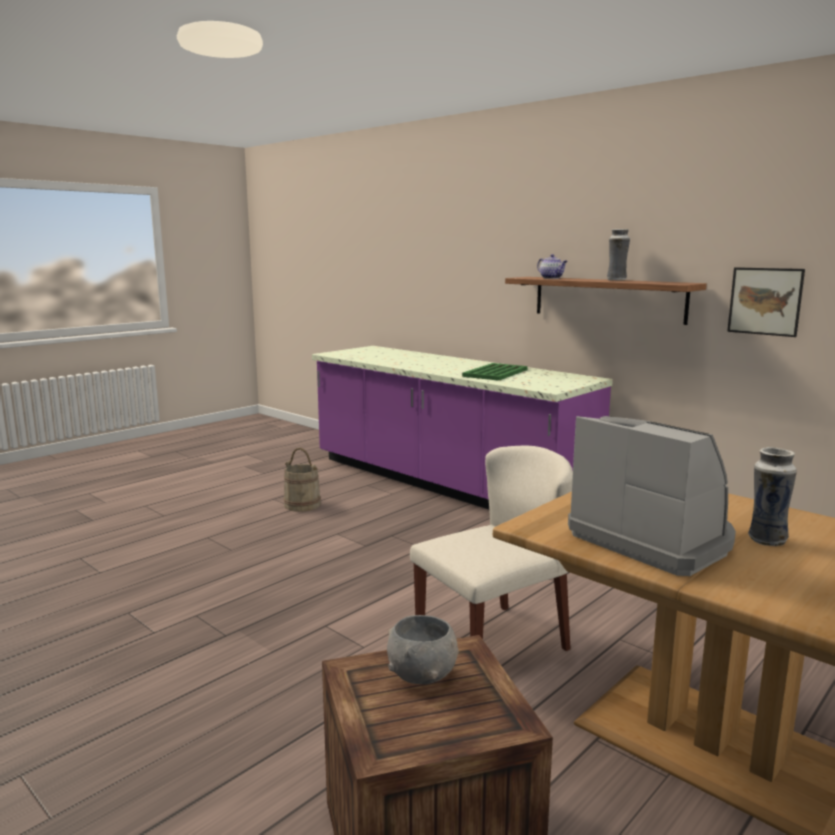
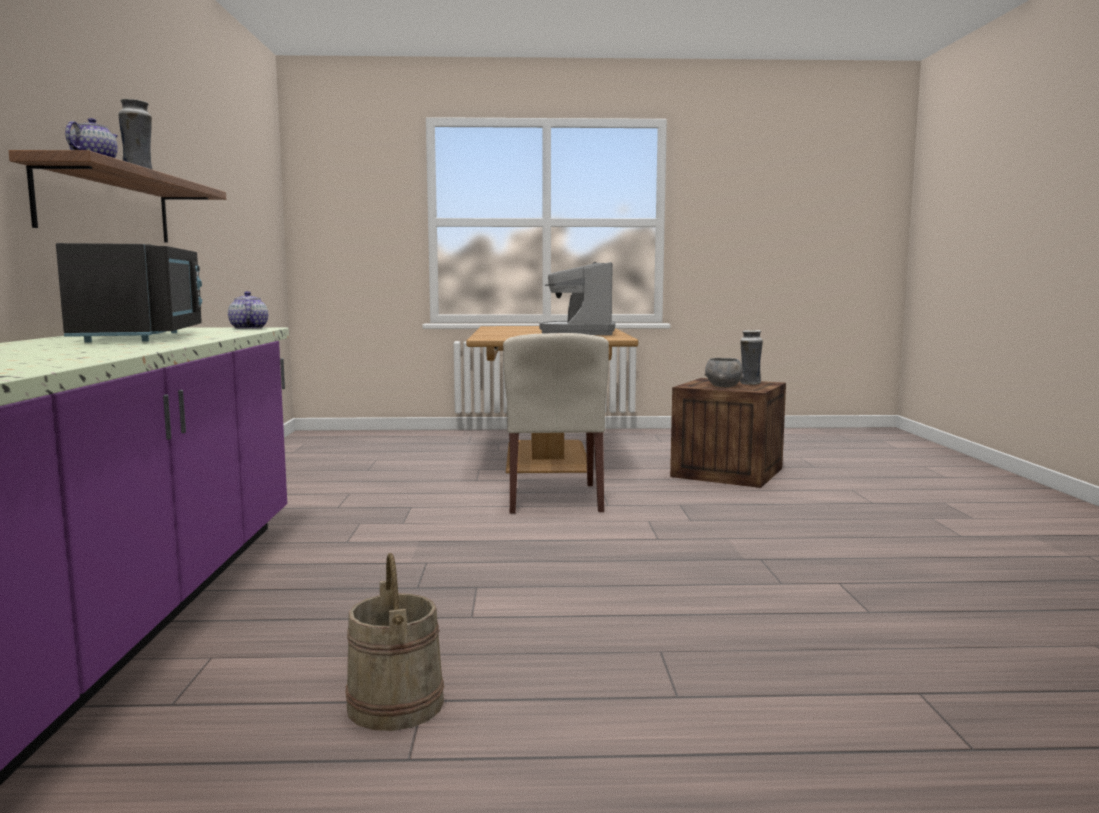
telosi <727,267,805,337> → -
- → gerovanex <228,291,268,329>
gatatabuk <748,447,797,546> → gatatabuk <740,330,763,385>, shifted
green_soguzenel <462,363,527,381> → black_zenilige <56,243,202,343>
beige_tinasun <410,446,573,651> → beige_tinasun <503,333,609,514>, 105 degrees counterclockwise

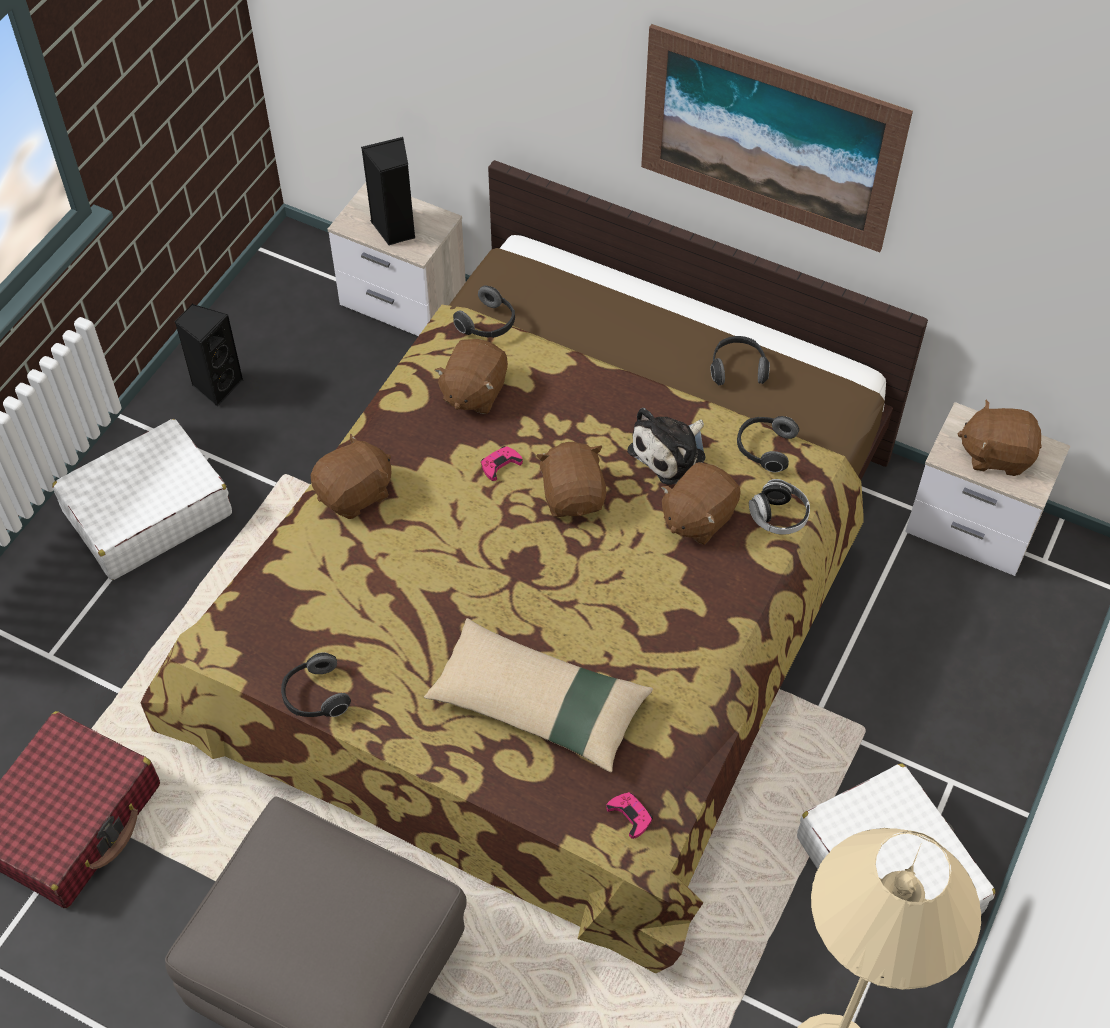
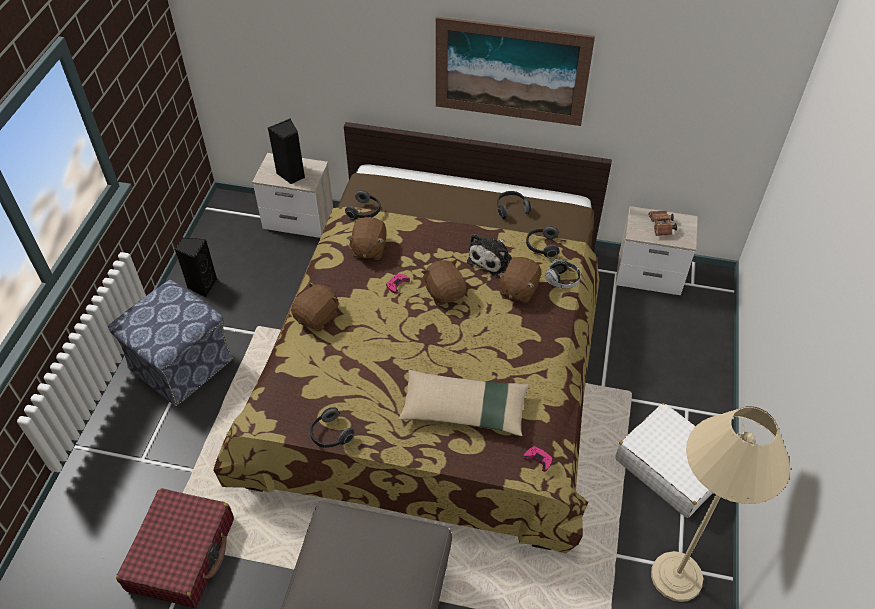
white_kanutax <52,419,232,580> → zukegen <108,280,234,407>
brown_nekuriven <957,400,1042,476> → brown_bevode <649,211,677,236>

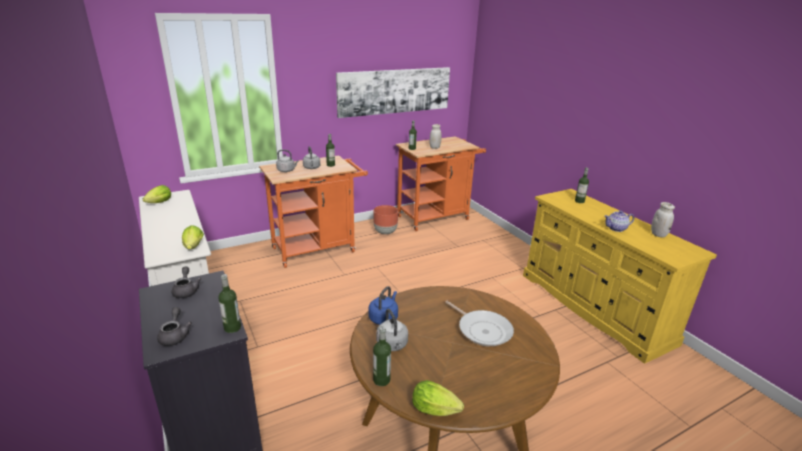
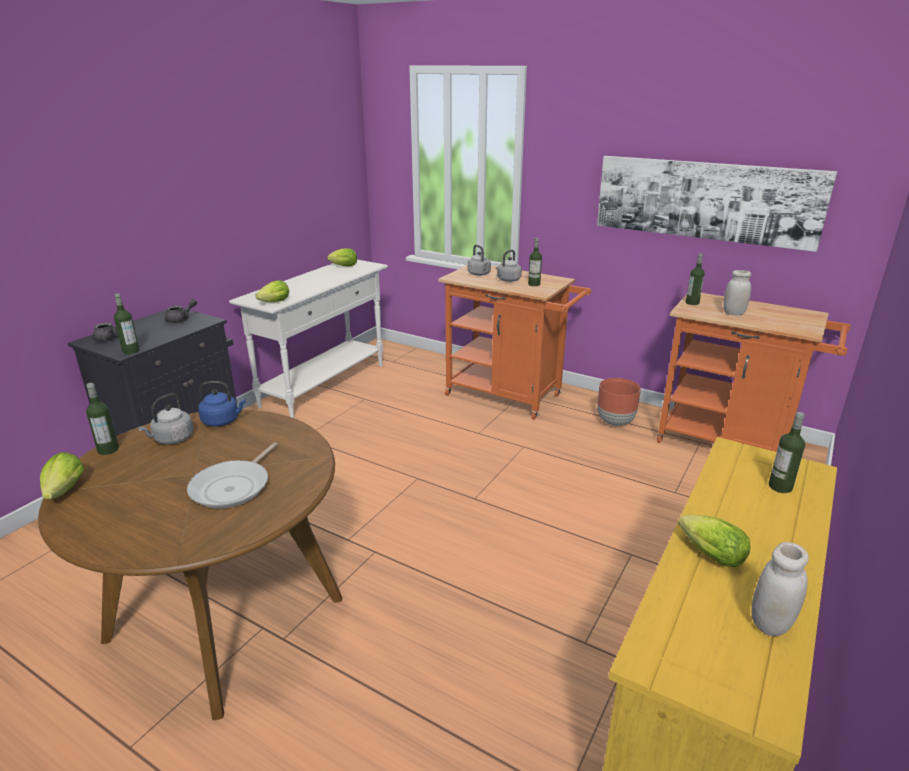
gerovanex <605,210,634,232> → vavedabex <678,515,751,567>

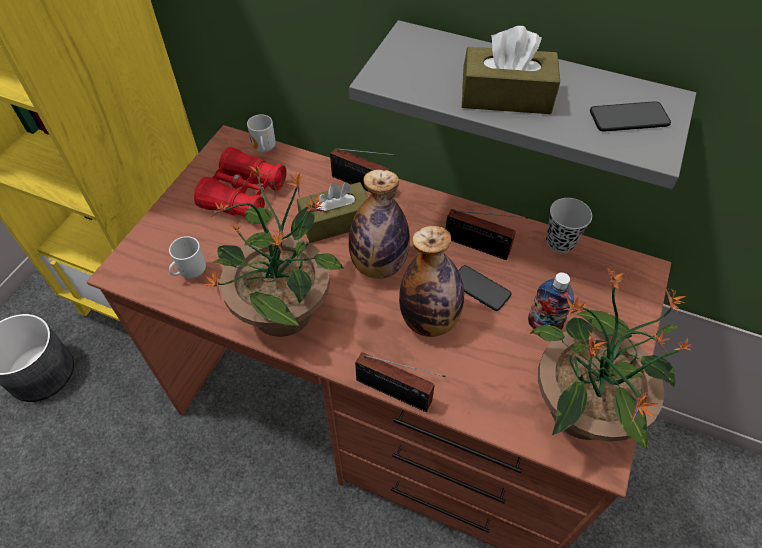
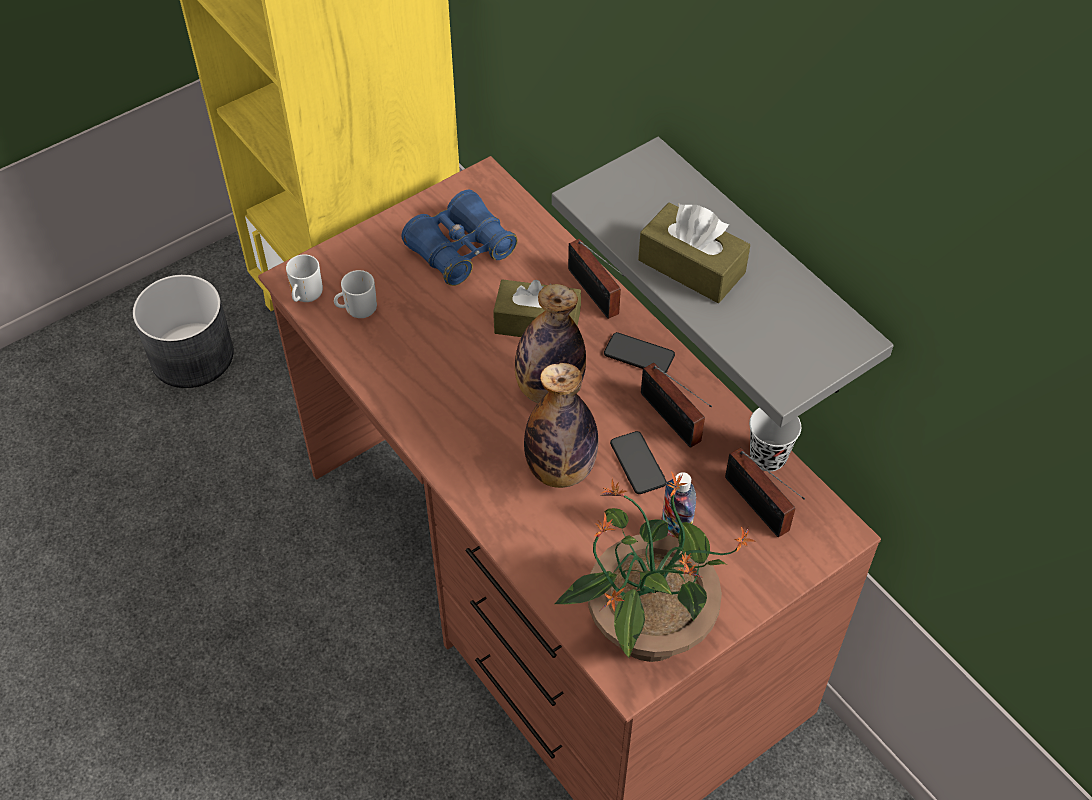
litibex <203,166,344,337> → -
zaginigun <247,114,276,153> → zaginigun <286,254,323,302>, shifted
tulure <355,352,445,412> → tulure <725,447,805,538>, shifted
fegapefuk <590,101,671,132> → fegapefuk <604,332,675,373>, shifted
red_bevode <194,147,287,217> → blue_bevode <402,190,518,286>

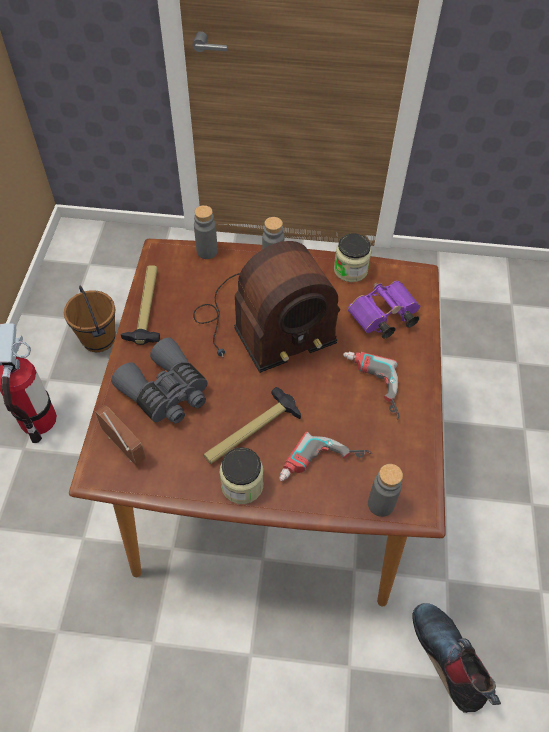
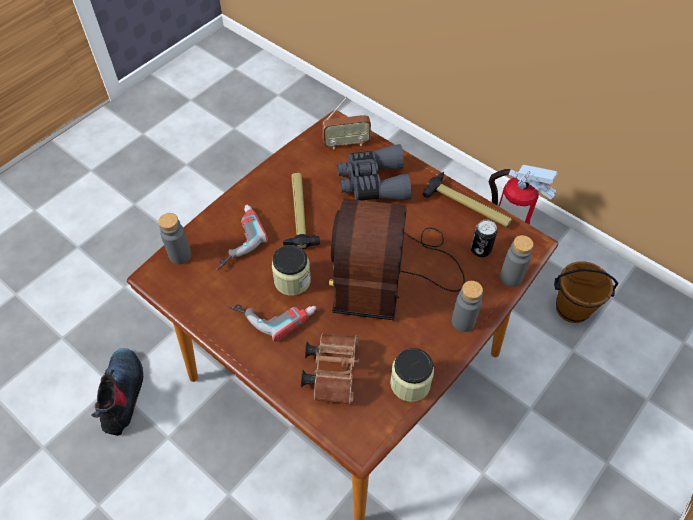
- → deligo <471,220,497,257>
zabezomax <220,447,264,504> → zabezomax <272,245,311,296>, shifted
purple_bevode <348,281,420,339> → brown_bevode <301,333,359,404>
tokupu <412,603,501,713> → tokupu <91,348,143,436>, 105 degrees counterclockwise

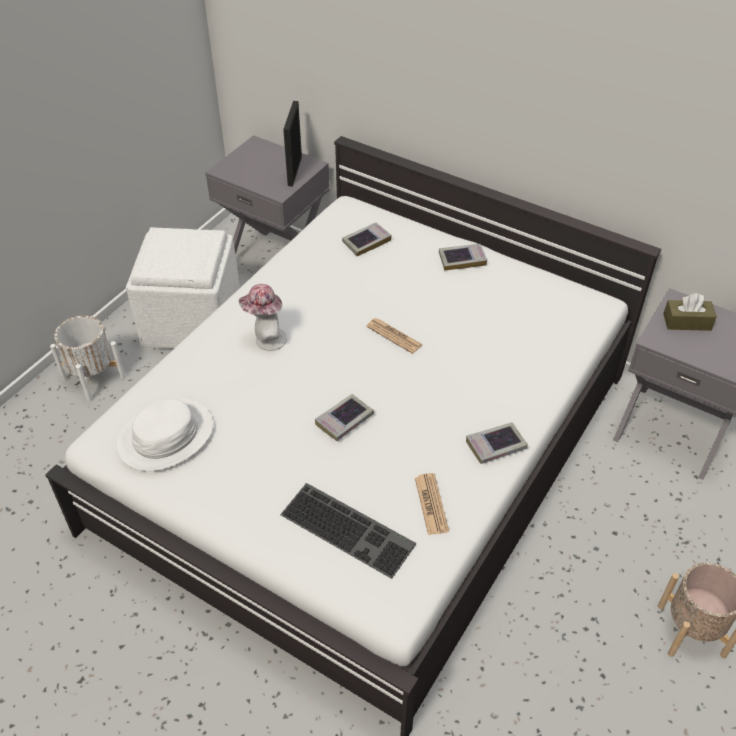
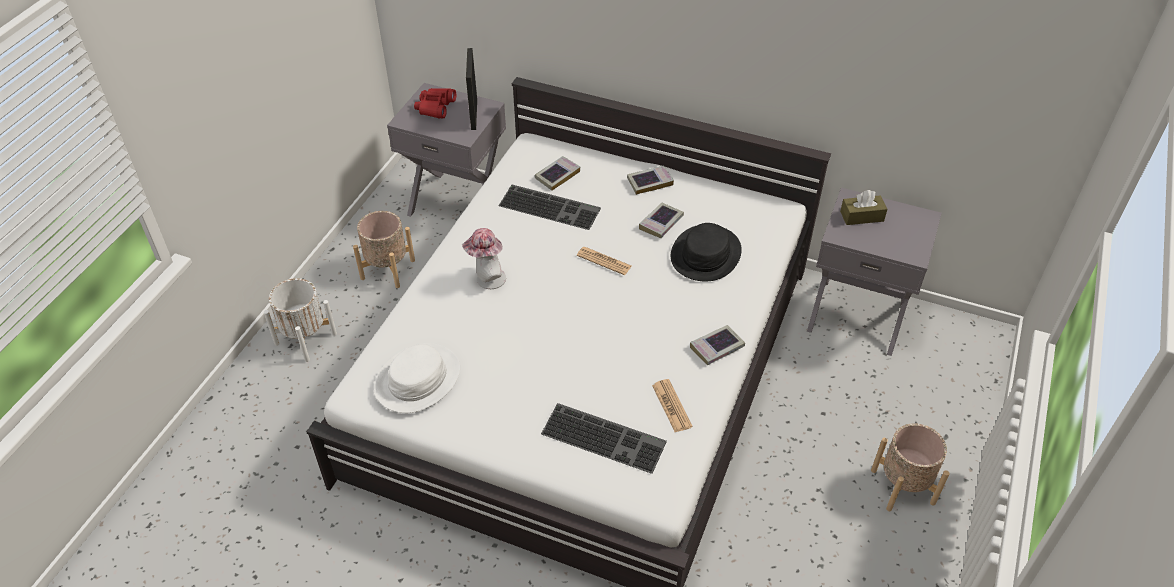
- → red_bevode <414,88,456,119>
- → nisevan <499,185,601,230>
- → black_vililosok <671,223,742,281>
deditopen <315,394,374,441> → deditopen <639,203,684,238>, shifted
white_zukegen <126,227,240,349> → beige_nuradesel <353,211,415,288>

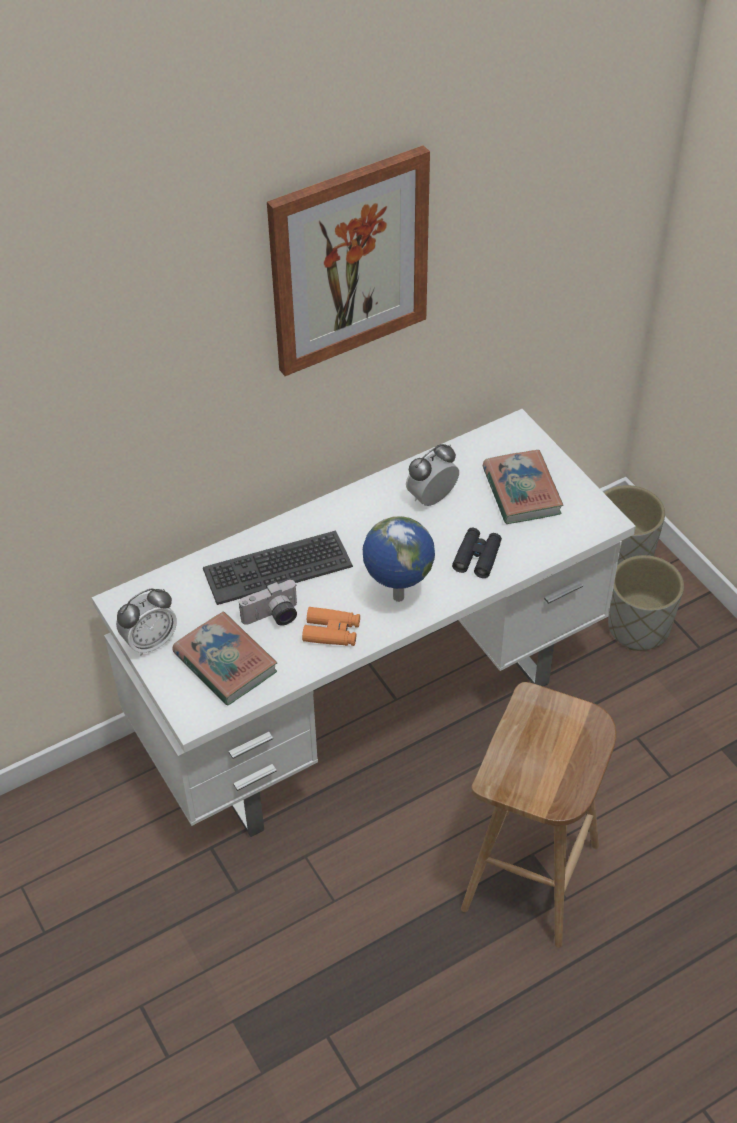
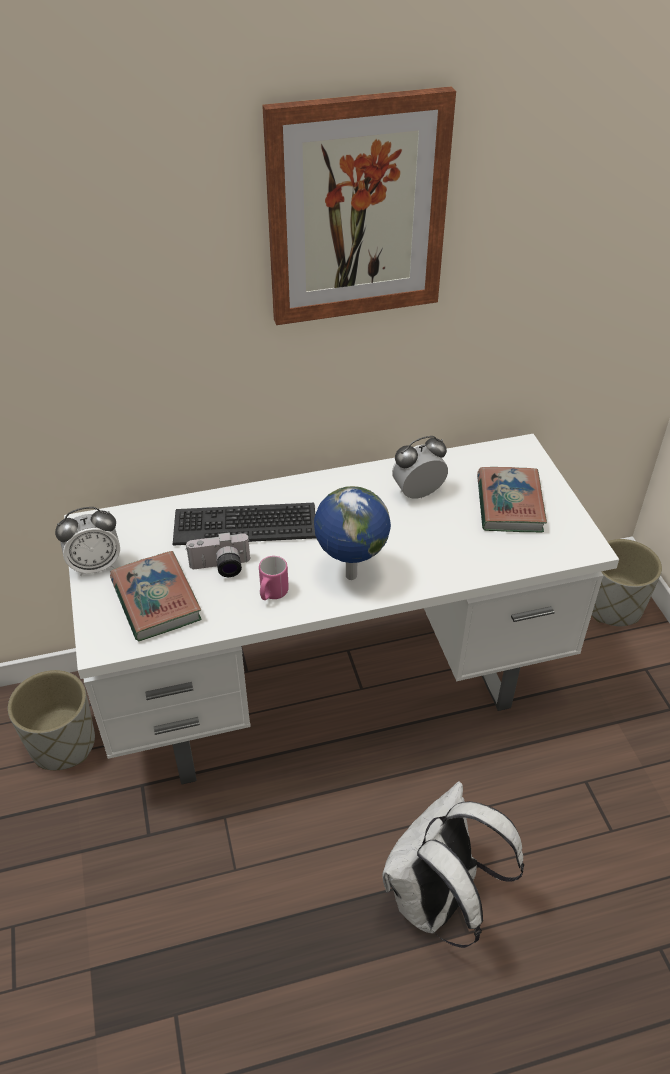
black_bevode <452,528,502,578> → -
grey_nuradesel <608,555,684,651> → grey_nuradesel <8,670,95,770>, shifted
orange_bevode <302,607,360,646> → pink_zaginigun <259,556,289,600>
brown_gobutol <461,682,616,948> → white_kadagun <382,781,524,948>

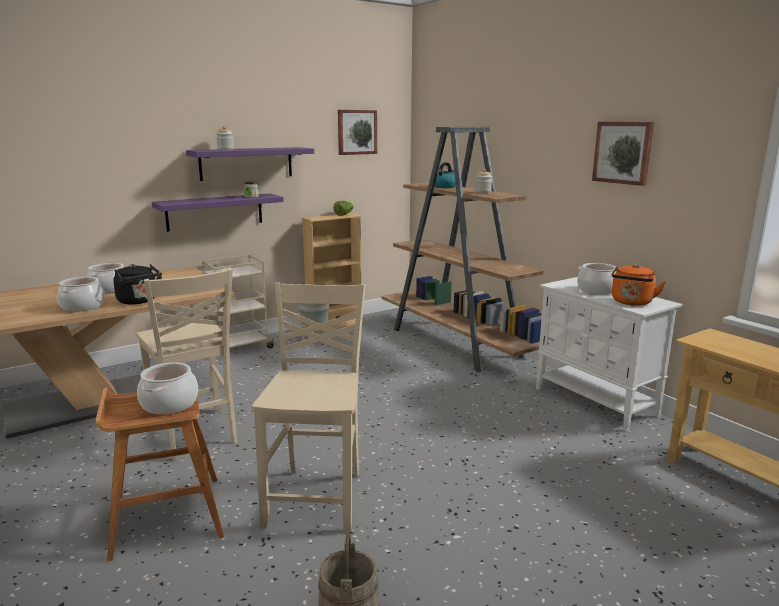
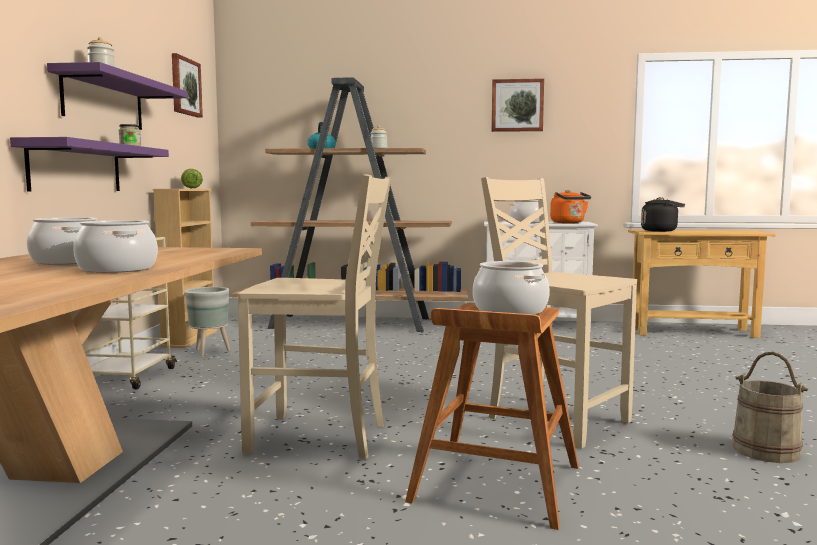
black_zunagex <113,264,162,305> → black_zunagex <641,197,685,232>, shifted

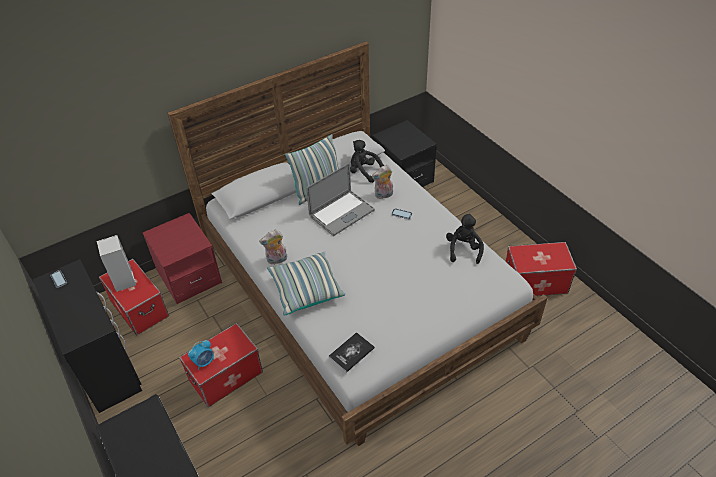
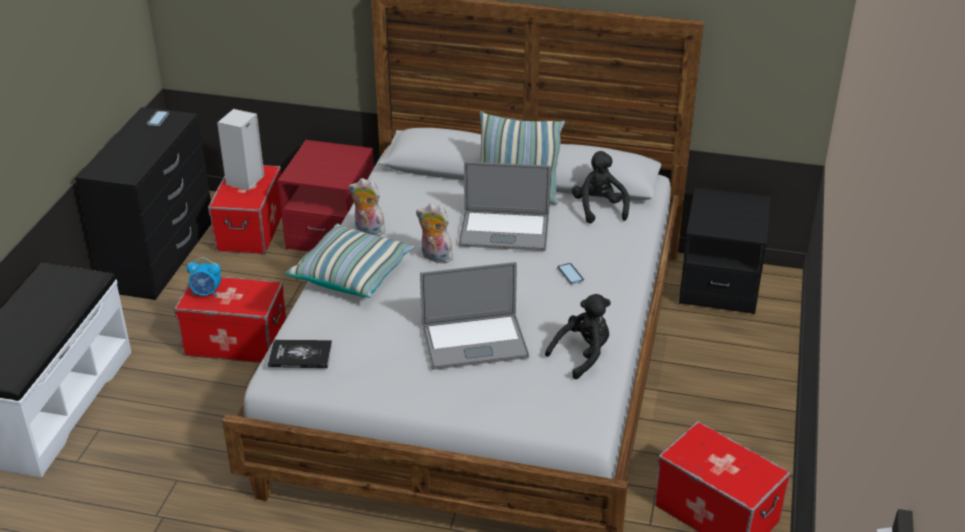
- → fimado <420,262,529,370>
nekuriven <372,165,393,199> → nekuriven <416,203,453,263>, shifted

